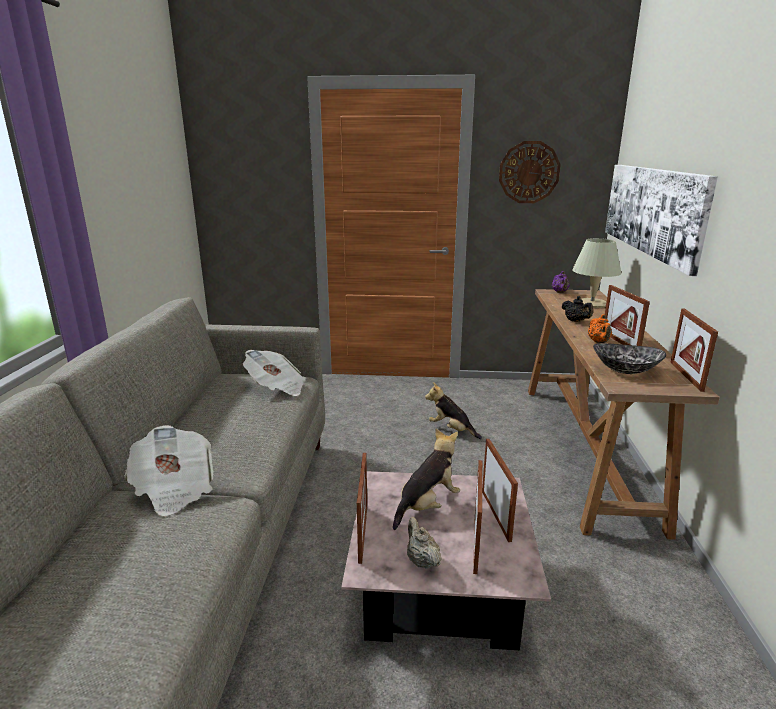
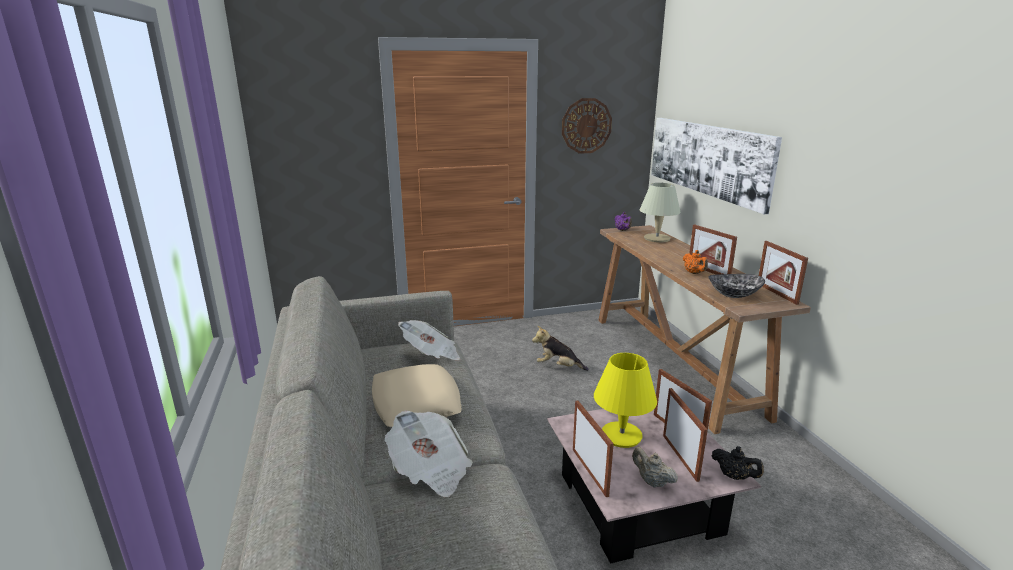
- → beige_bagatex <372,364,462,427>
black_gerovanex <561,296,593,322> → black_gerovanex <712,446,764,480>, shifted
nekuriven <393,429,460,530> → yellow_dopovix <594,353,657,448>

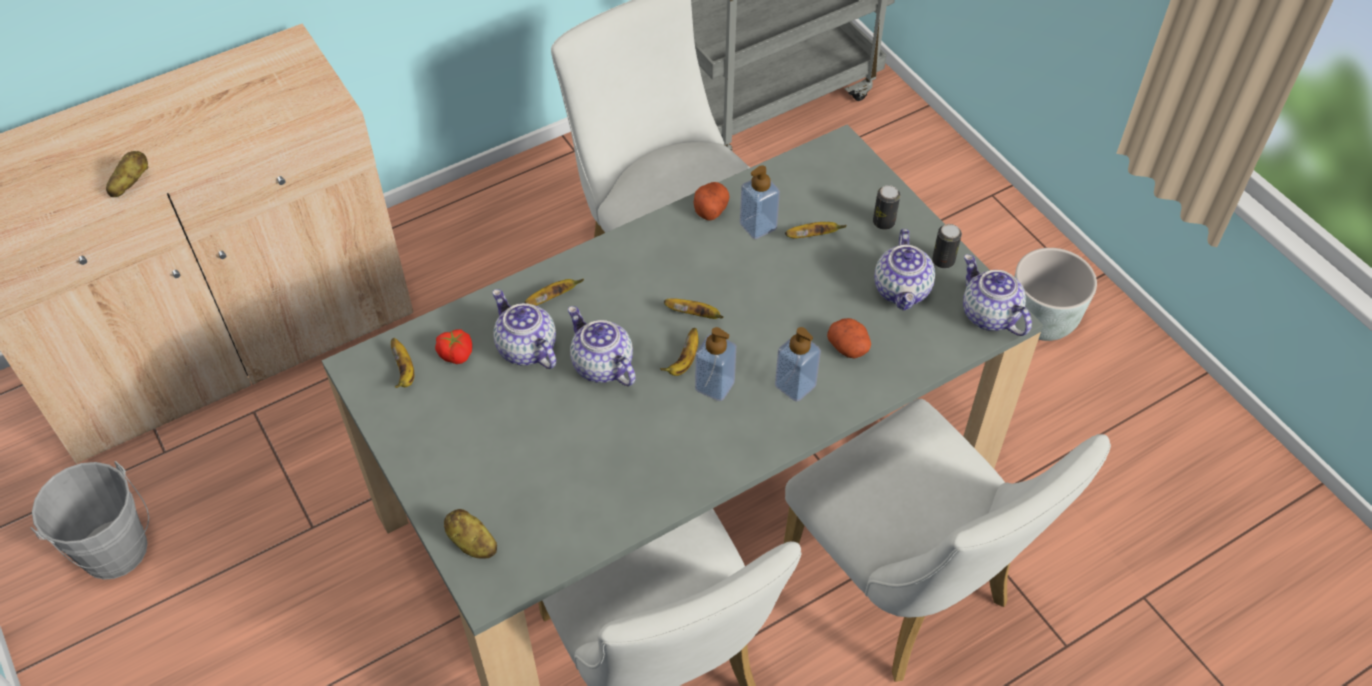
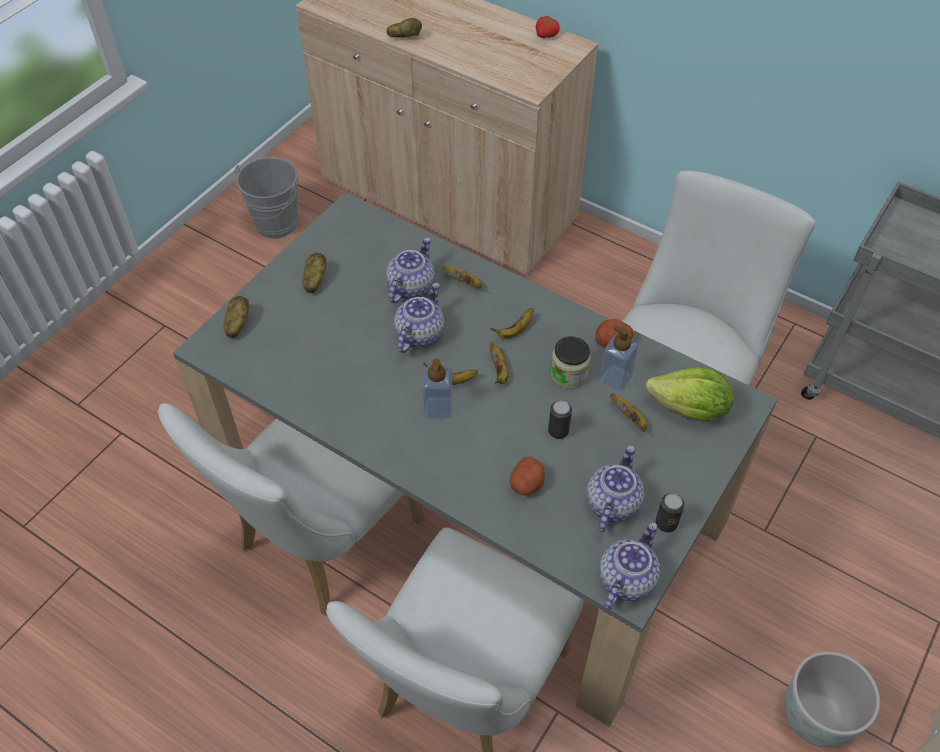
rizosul <775,327,821,402> → -
- → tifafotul <302,253,326,293>
- → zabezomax <551,337,591,388>
- → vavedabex <645,367,734,421>
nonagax <391,338,414,388> → nonagax <490,308,534,339>, shifted
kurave <435,329,472,364> → kurave <536,16,560,38>, shifted
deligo <873,185,900,230> → deligo <548,400,572,439>, shifted
gerovanex <874,229,935,311> → gerovanex <587,446,644,532>, 135 degrees clockwise

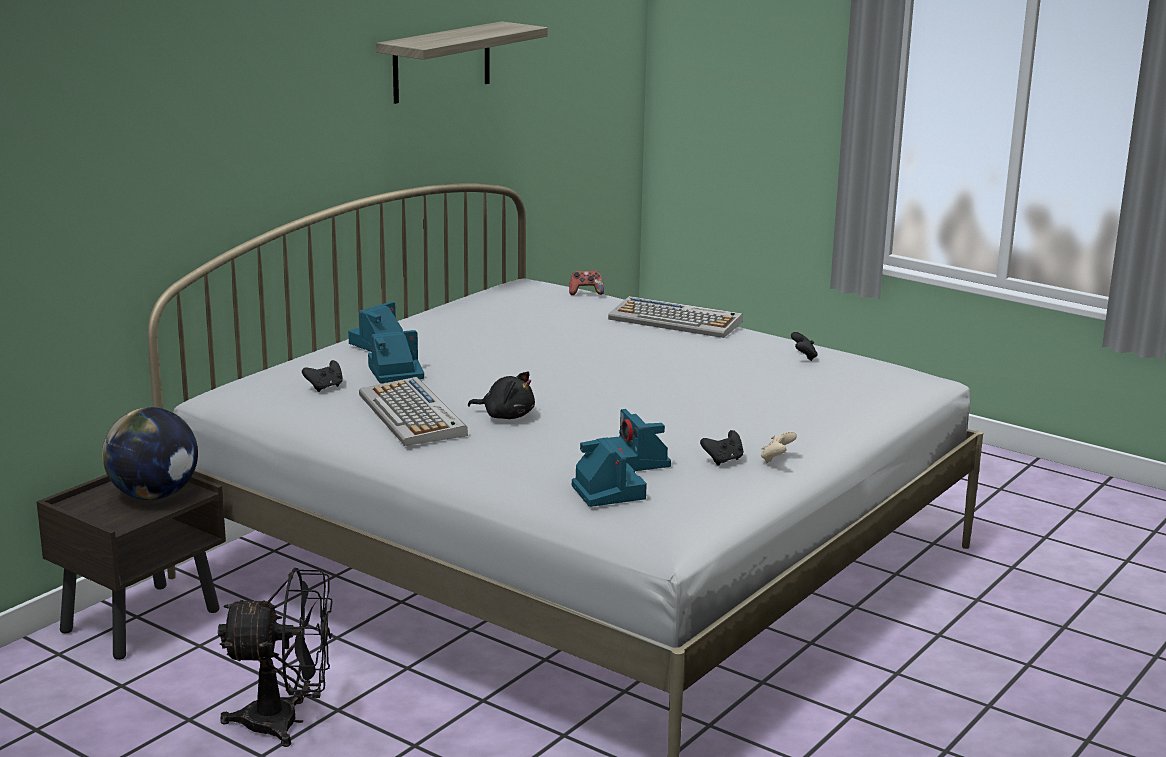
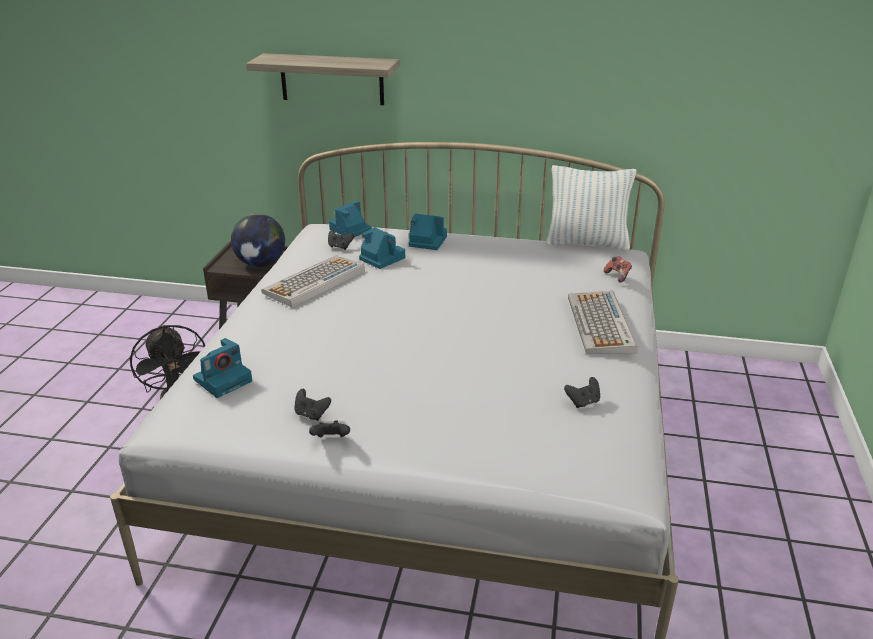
black_nekuriven <468,372,535,419> → -
- → bagatex <546,165,636,250>
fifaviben <376,21,548,104> → fifaviben <246,53,400,105>, shifted
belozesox <609,409,671,471> → belozesox <329,201,372,237>, shifted
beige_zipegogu <761,431,797,463> → black_zipegogu <309,420,350,437>

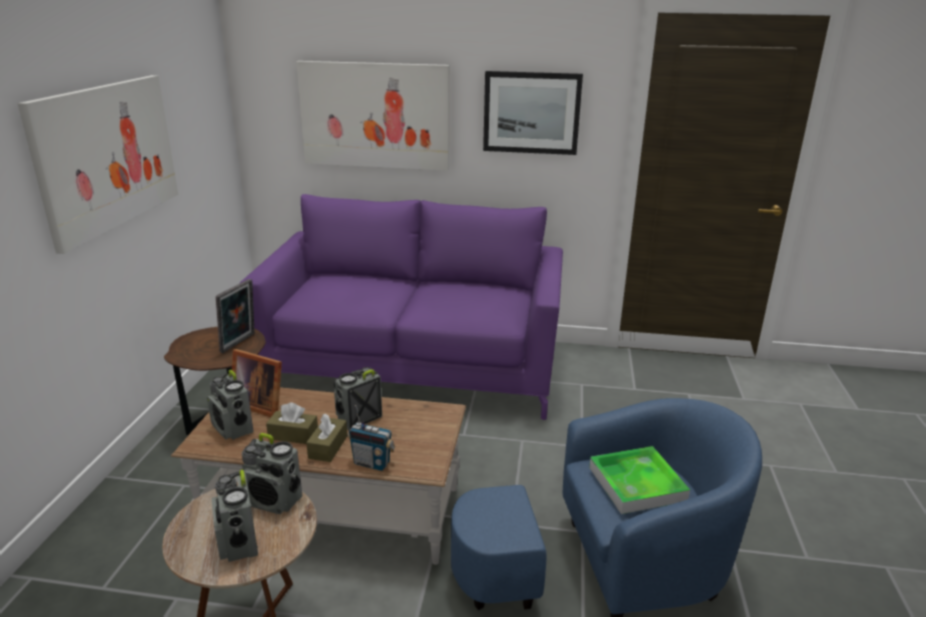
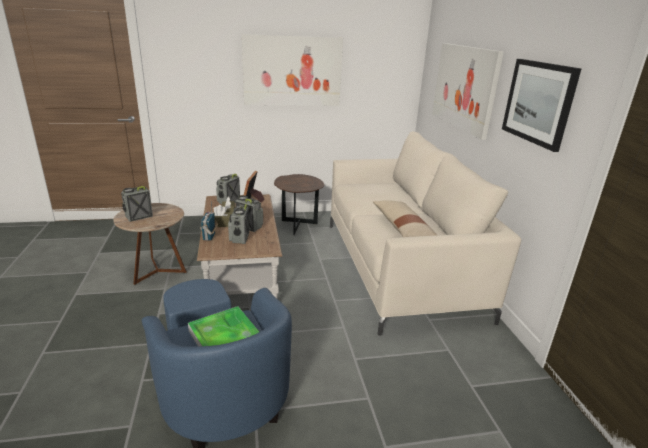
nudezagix <216,279,255,353> → -
- → beige_bagatex <373,200,437,237>
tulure <242,433,302,514> → tulure <228,204,249,244>, shifted
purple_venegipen <239,194,563,420> → beige_venegipen <330,131,521,336>

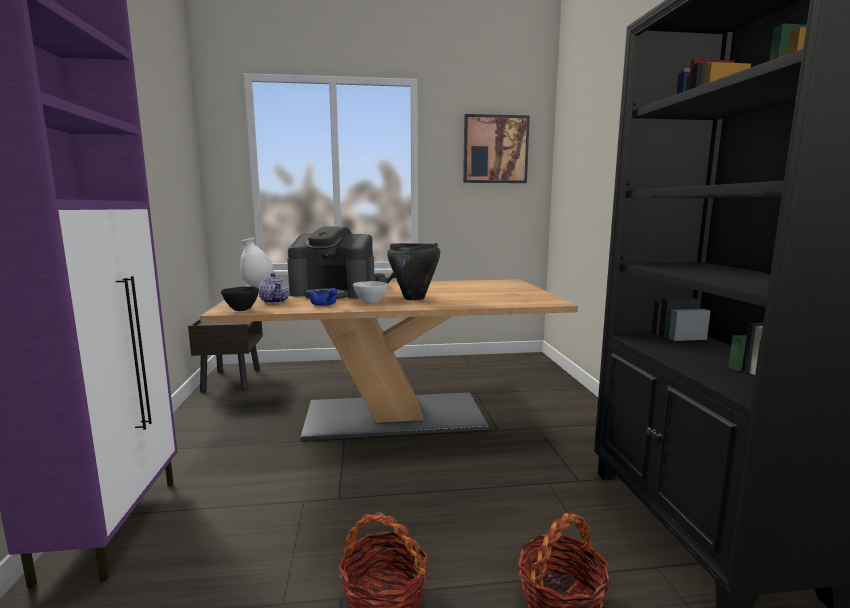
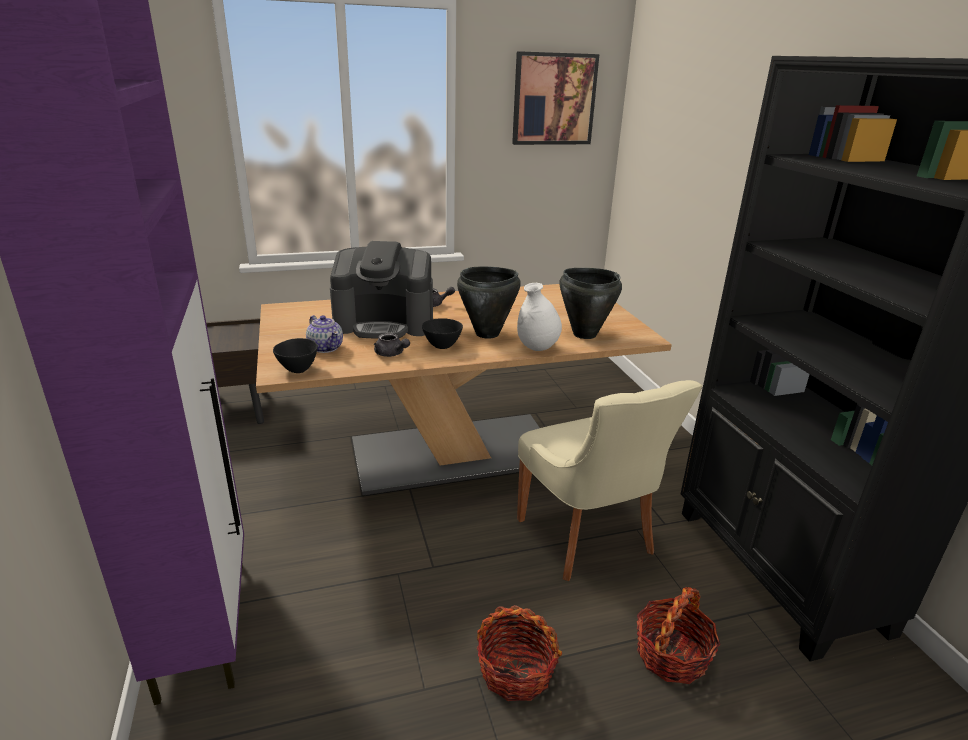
- → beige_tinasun <517,380,702,581>
- → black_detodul <559,268,622,339>
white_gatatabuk <240,238,273,287> → white_gatatabuk <517,283,562,351>, shifted
blue_gerovanex <308,288,337,306> → grey_gerovanex <374,333,410,357>
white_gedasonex <353,281,388,304> → black_gedasonex <422,318,463,349>

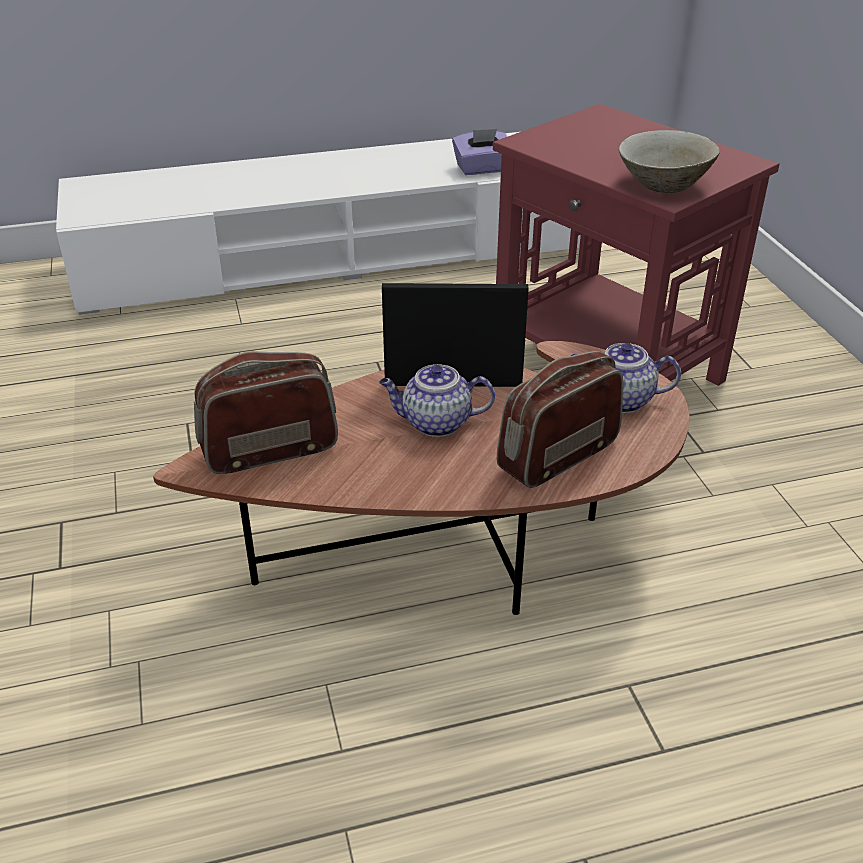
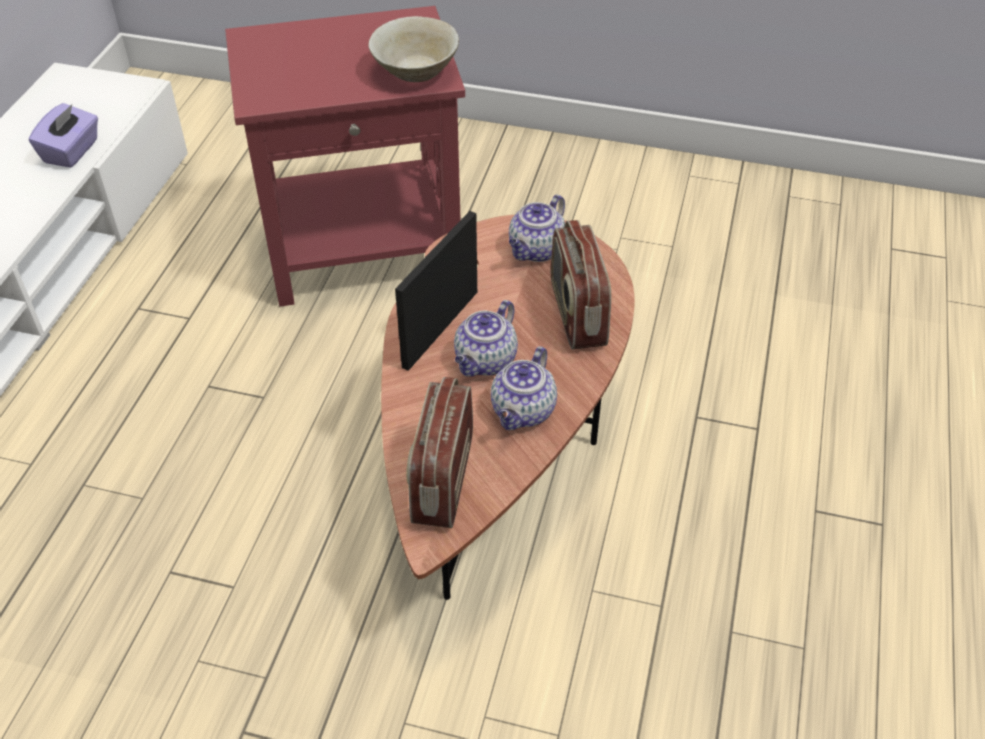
- → gerovanex <491,346,557,430>

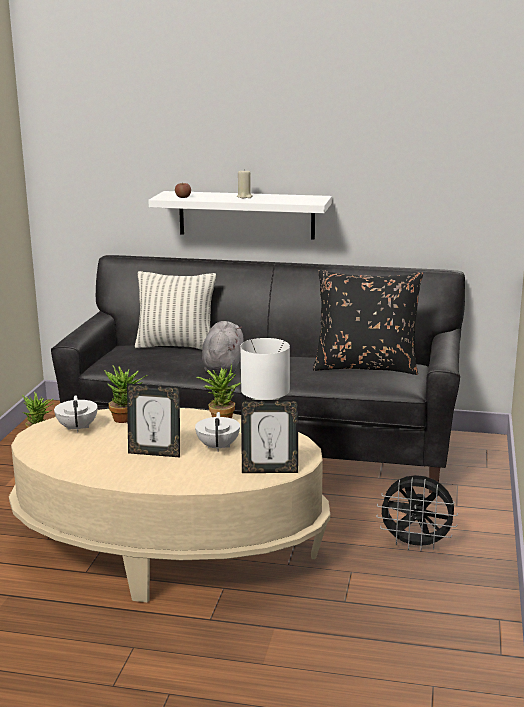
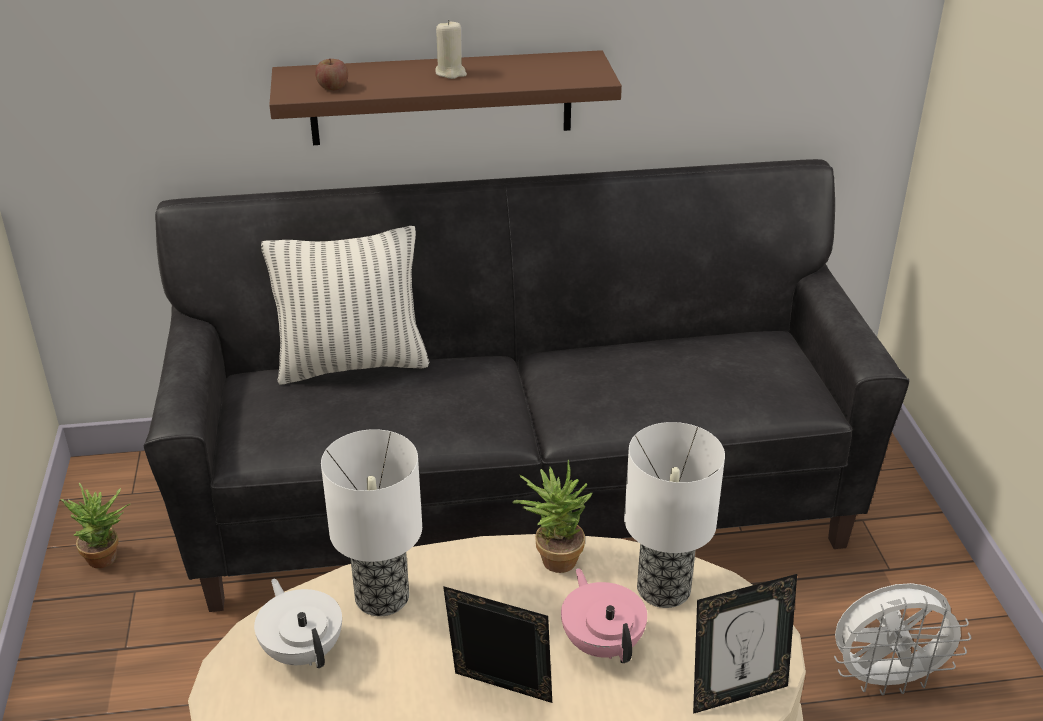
grey_nekuriven <202,321,244,374> → -
black_bagatex <313,270,423,375> → -
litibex <104,365,147,423> → dopovix <321,429,422,616>
white_fifaviben <148,191,332,240> → brown_fifaviben <269,50,622,145>
white_gerovanex <195,412,240,452> → pink_gerovanex <561,568,647,663>
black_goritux <376,475,458,551> → white_goritux <834,583,971,696>
nudezagix <127,383,180,457> → nudezagix <443,586,552,703>, 150 degrees counterclockwise

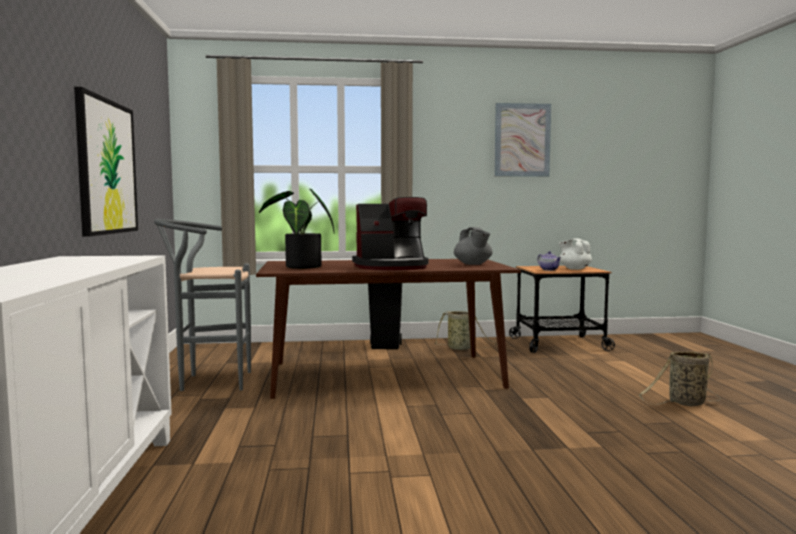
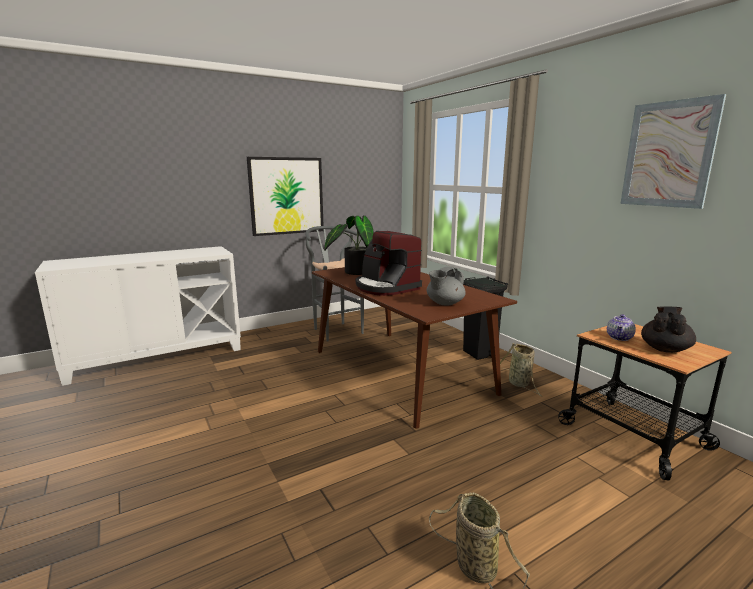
white_gerovanex <559,238,592,270> → black_gerovanex <641,306,696,353>

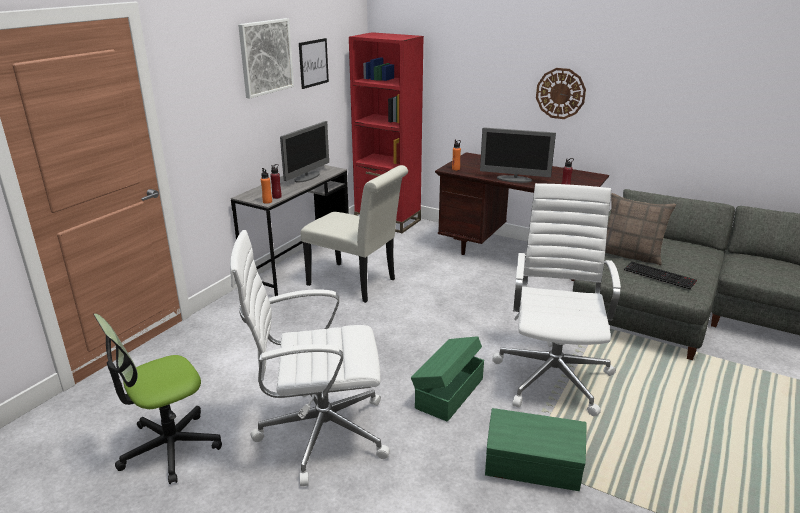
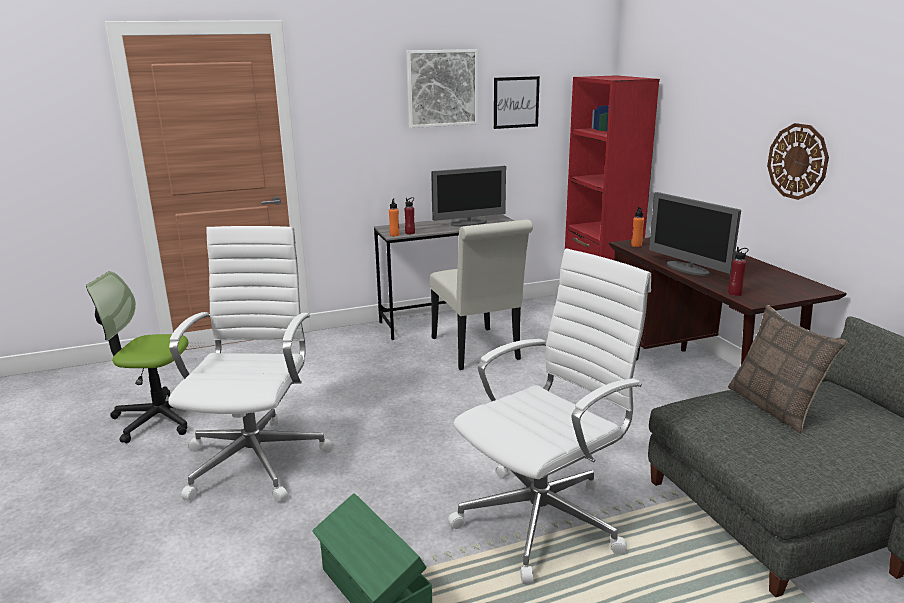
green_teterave <411,336,484,422> → -
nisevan <624,261,697,289> → -
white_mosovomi <230,230,390,486> → white_mosovomi <168,226,334,502>, 60 degrees clockwise

